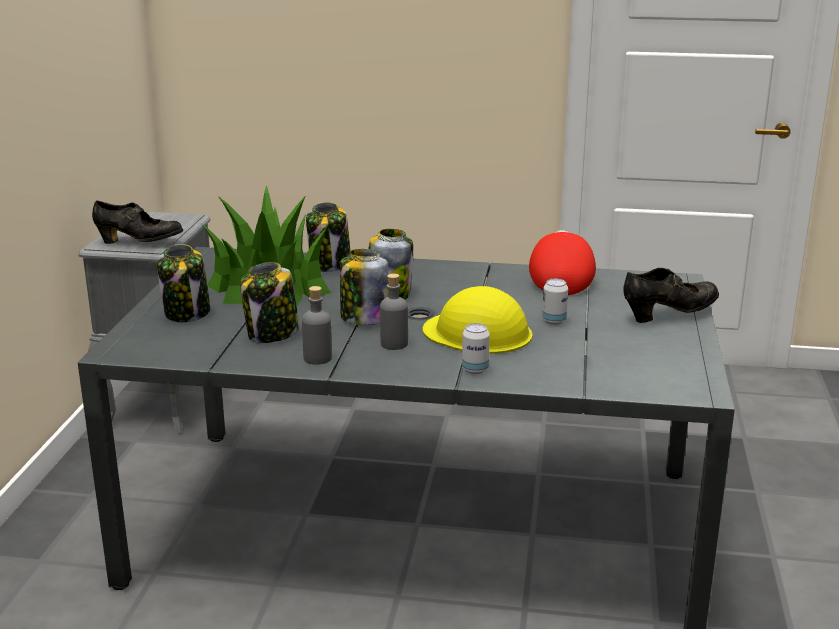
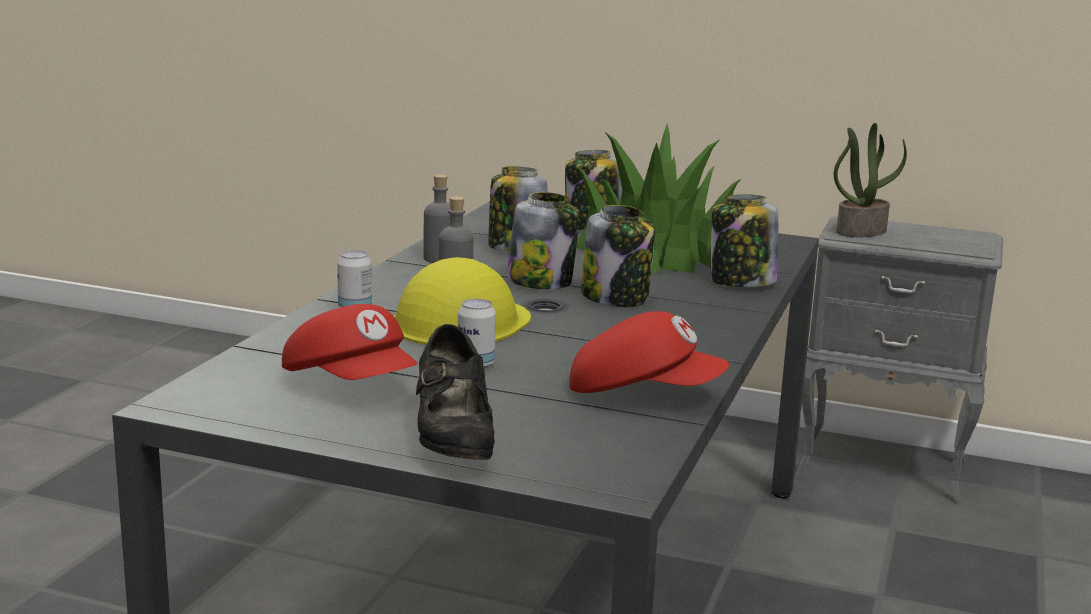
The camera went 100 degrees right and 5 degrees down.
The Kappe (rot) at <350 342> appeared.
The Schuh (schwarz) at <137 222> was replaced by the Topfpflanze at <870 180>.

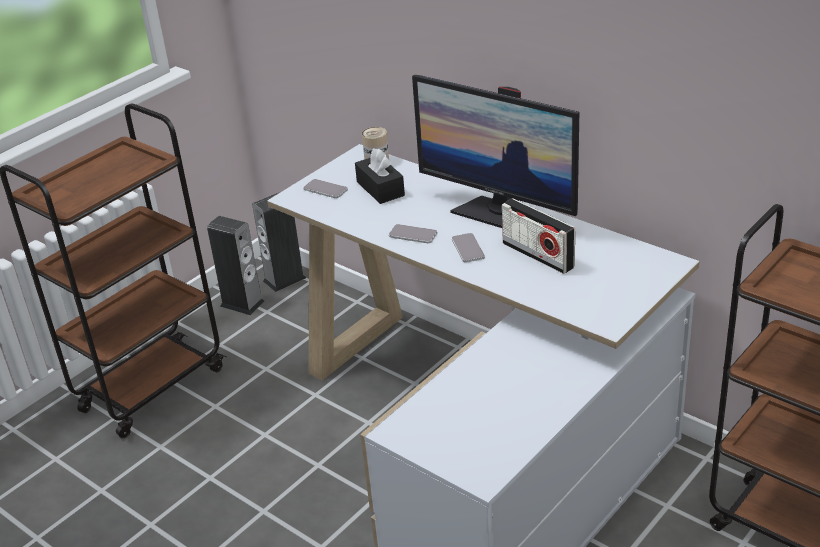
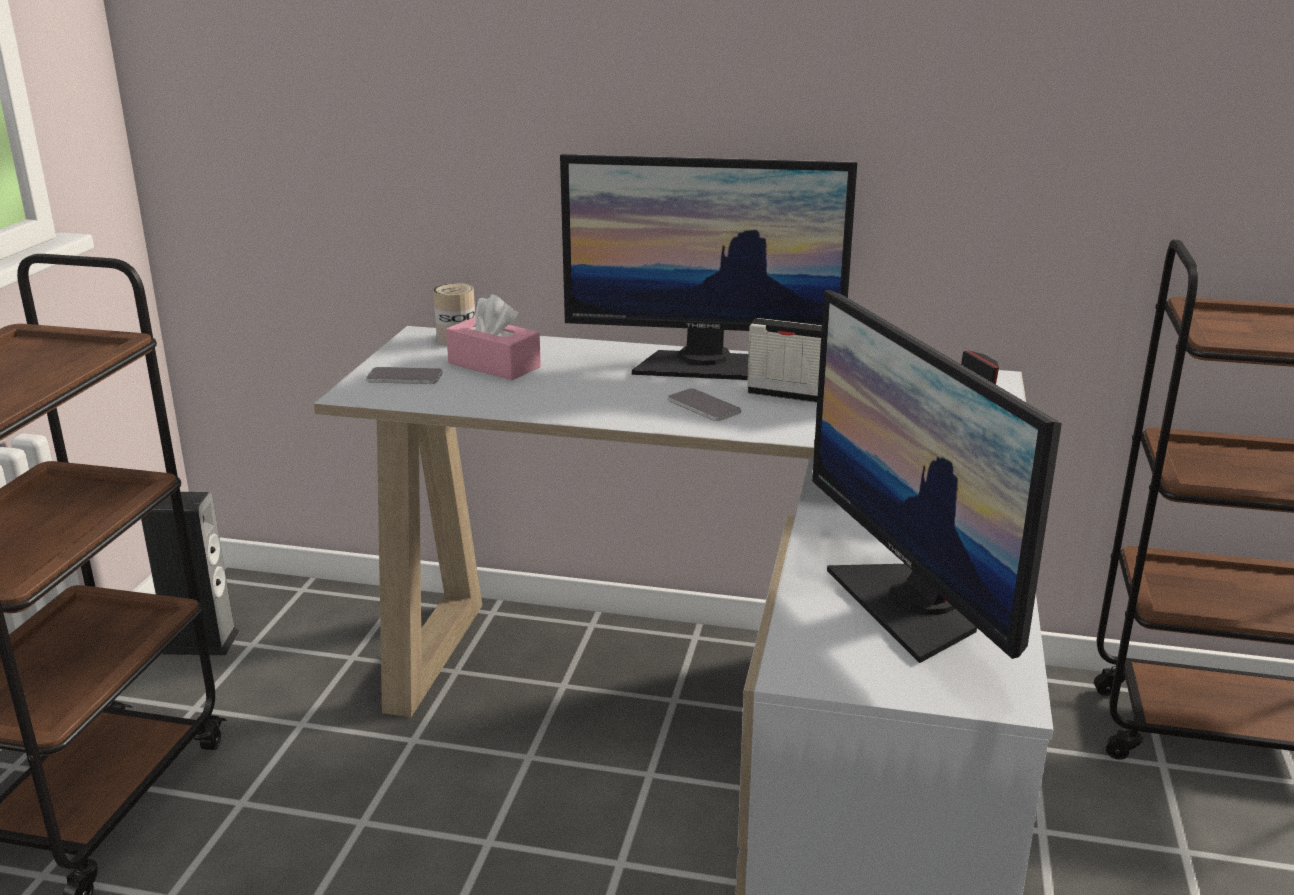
The camera went 30 degrees left and 10 degrees down.
The Taschentuchbox (schwarz) at <380 176> became the Taschentuchbox (rosa) at <493 337>.
The Monitor at <937 476> appeared.
The Lautsprecher at <279 241> disappeared.
The Handy at <413 233> disappeared.

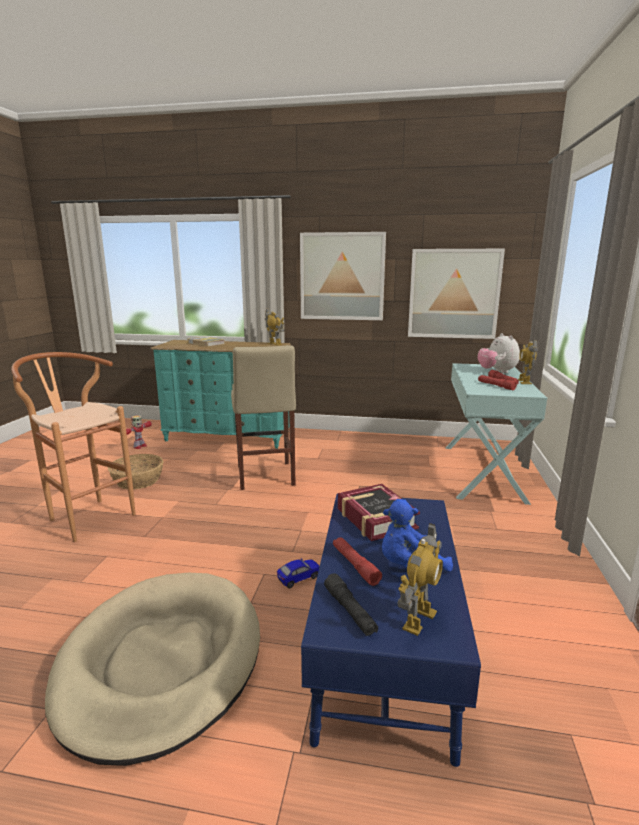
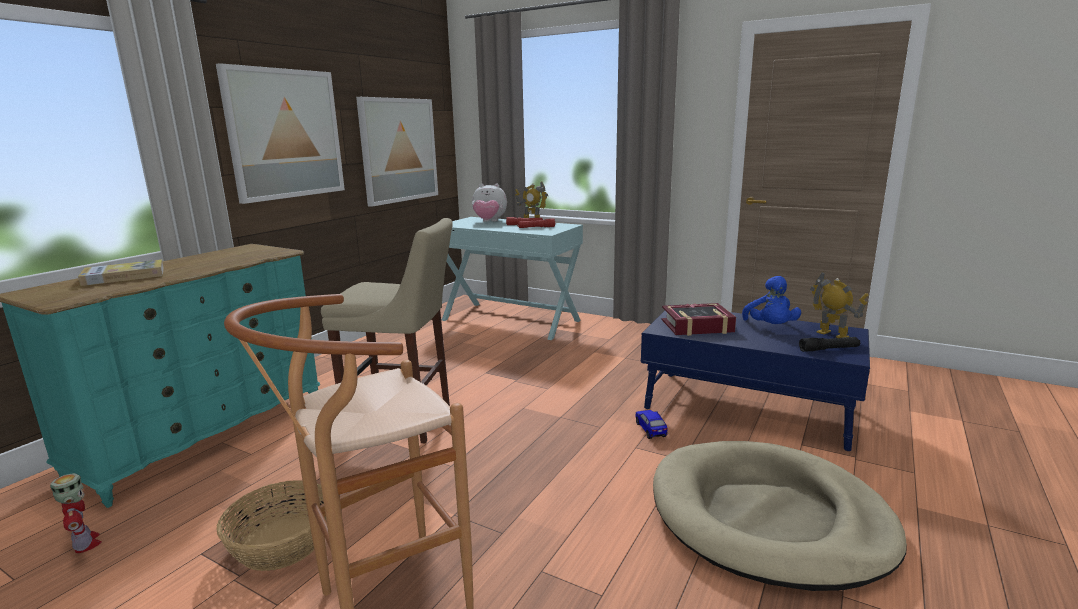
The camera went 70 degrees left and 0 degrees up.
The Spielzeugroboter at <274 326> disappeared.
The Taschenlampe (rot) at <357 561> disappeared.

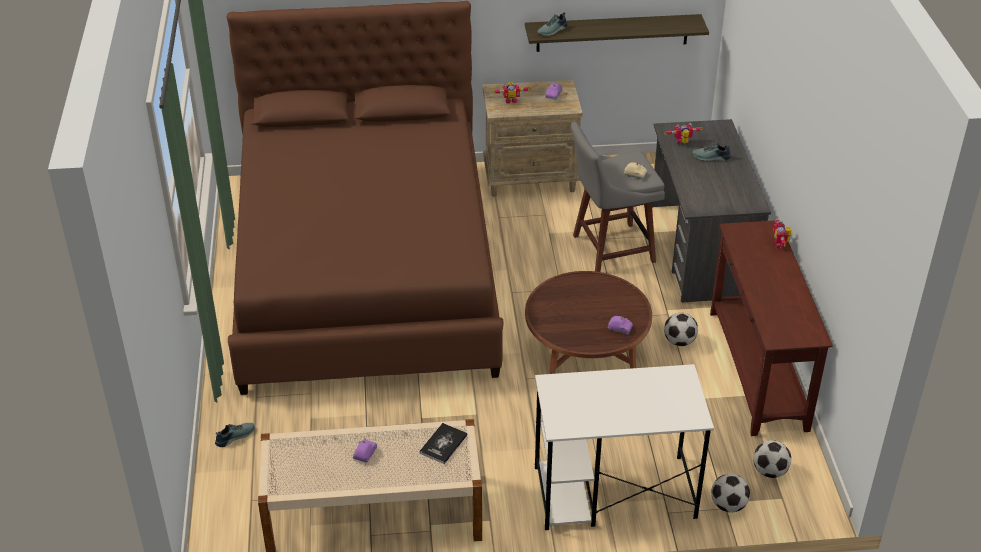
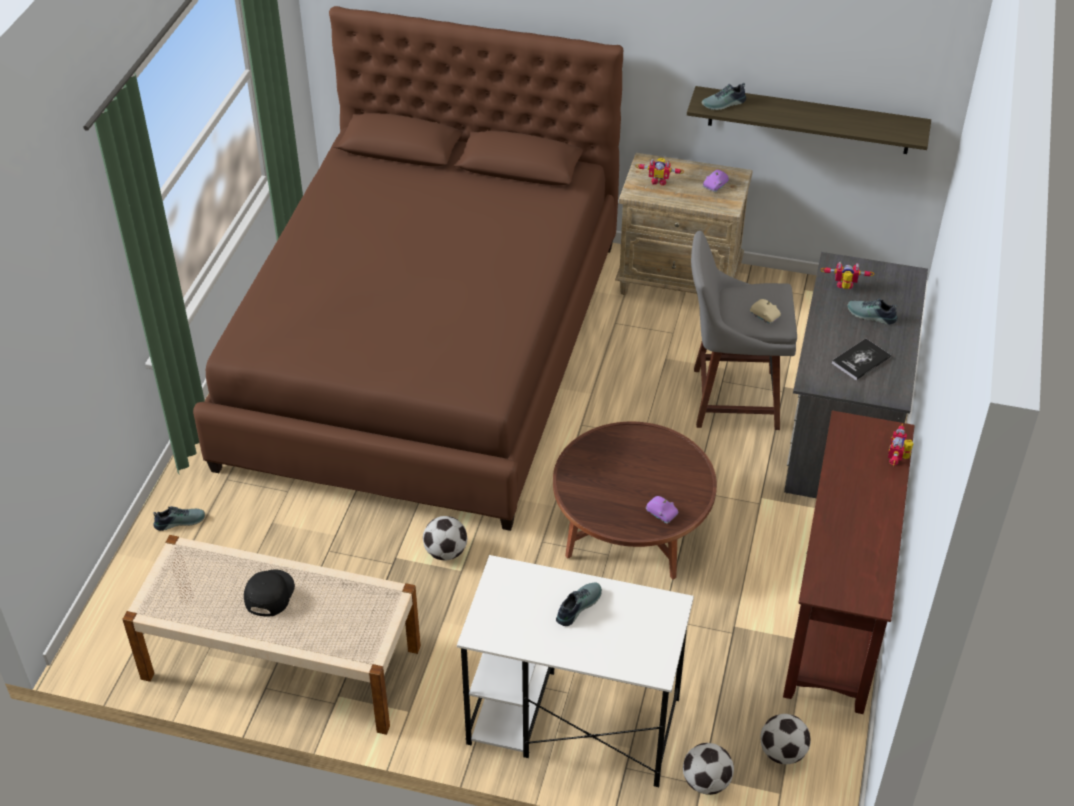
The camera went 20 degrees right and 5 degrees up.
The Spielzeugauto (lila) at <365 451> was replaced by the Kappe (schwarz) at <269 593>.
The Fußball moved from <681 329> to <445 538>.
The Schuh at <579 604> appeared.
The Buch moved from <443 443> to <861 359>.

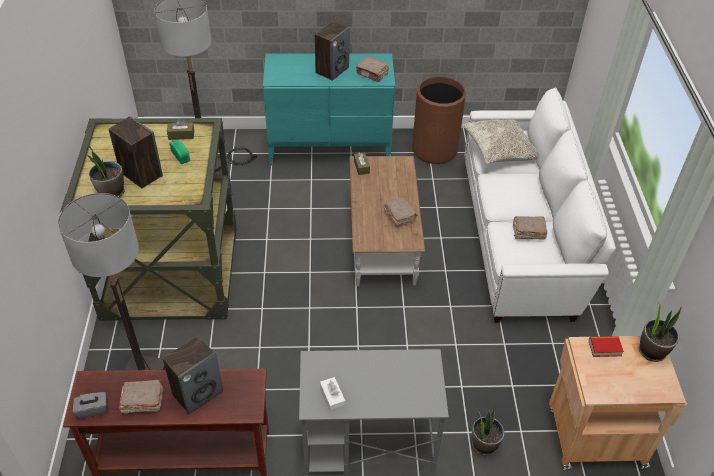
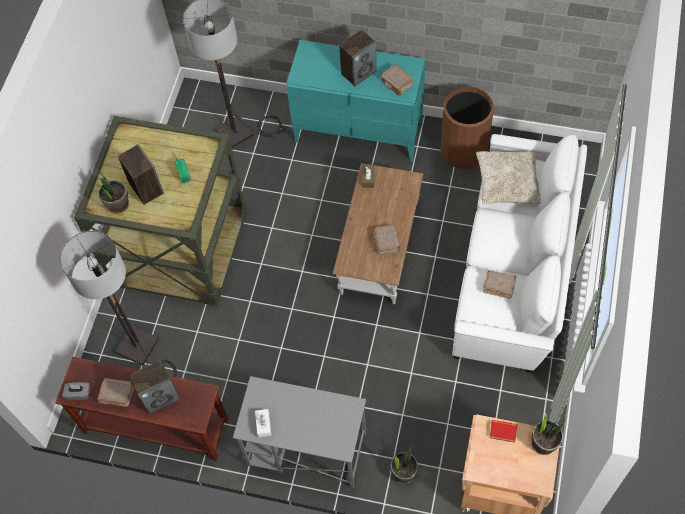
The camera went 20 degrees right and 15 degrees up.
The Taschentuchbox (braun) at <180 129> disappeared.

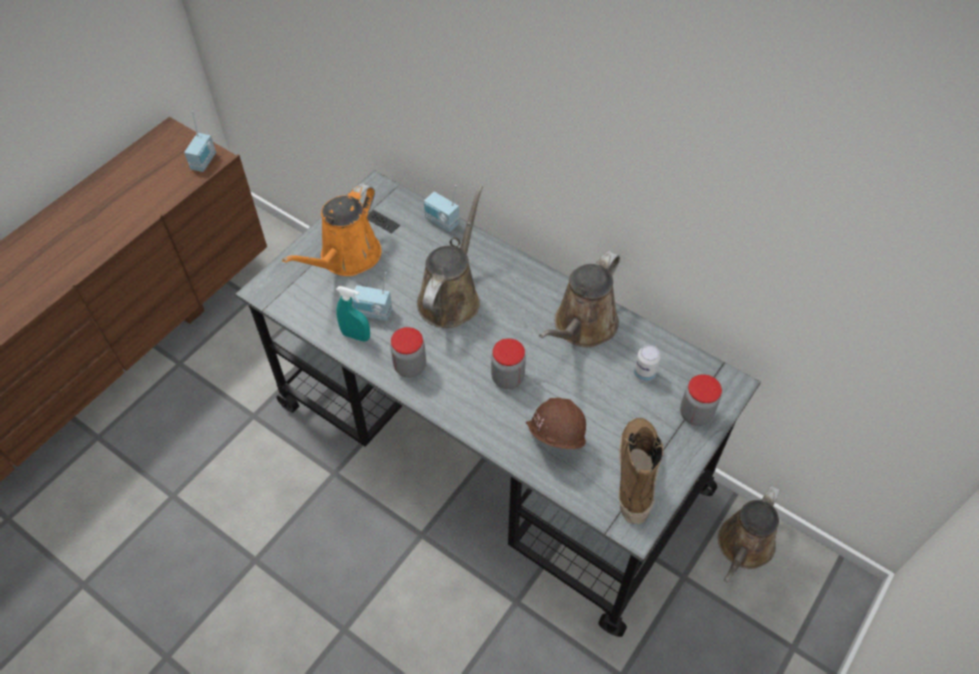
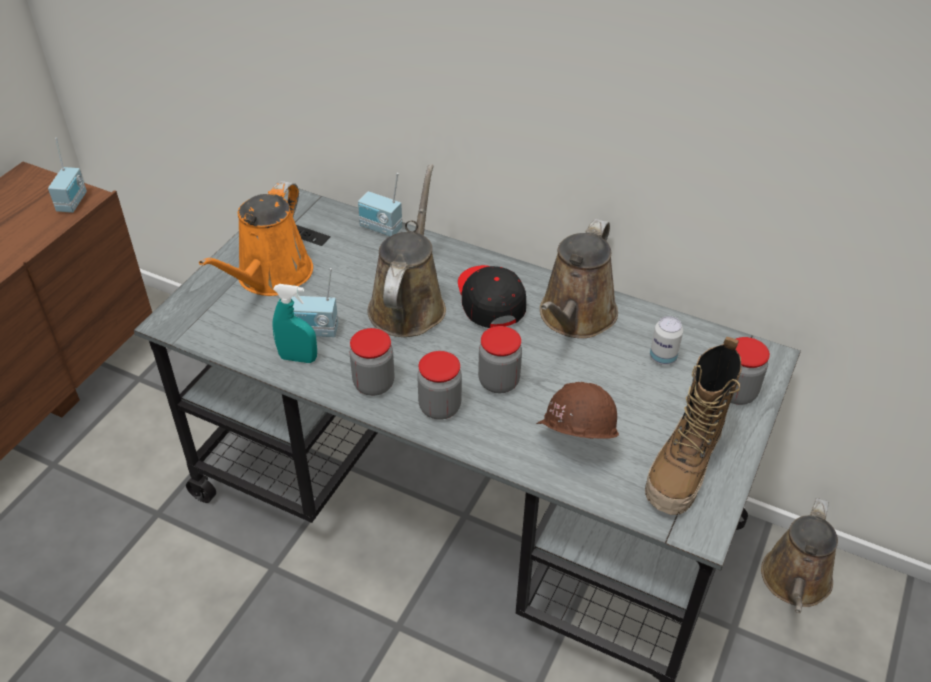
The camera went 10 degrees left and 10 degrees down.
The Vorratsglas at <439 385> appeared.
The Kappe (schwarz) at <492 296> appeared.
The Stiefel at <641 471> turned 150 degrees counterclockwise.

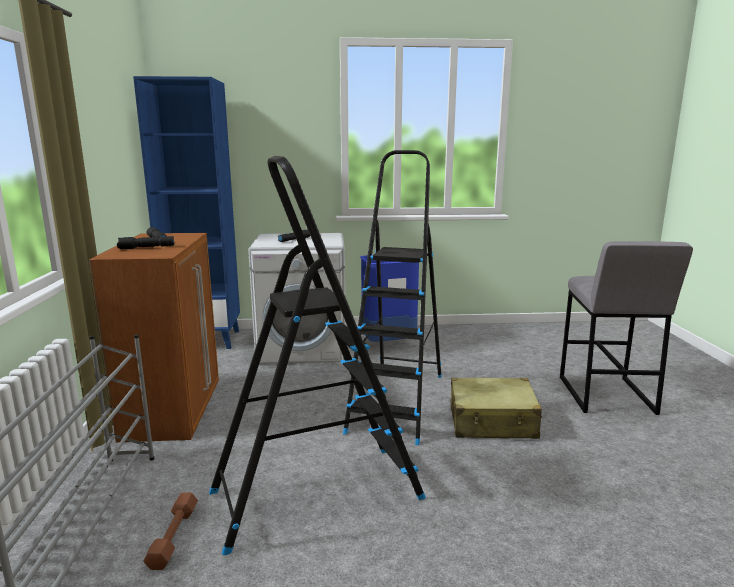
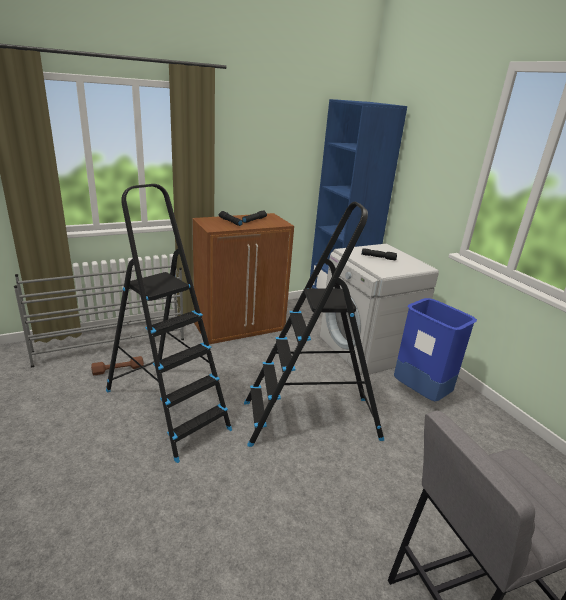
The camera went 65 degrees right and 10 degrees up.
The Koffer (beige) at <496 408> disappeared.

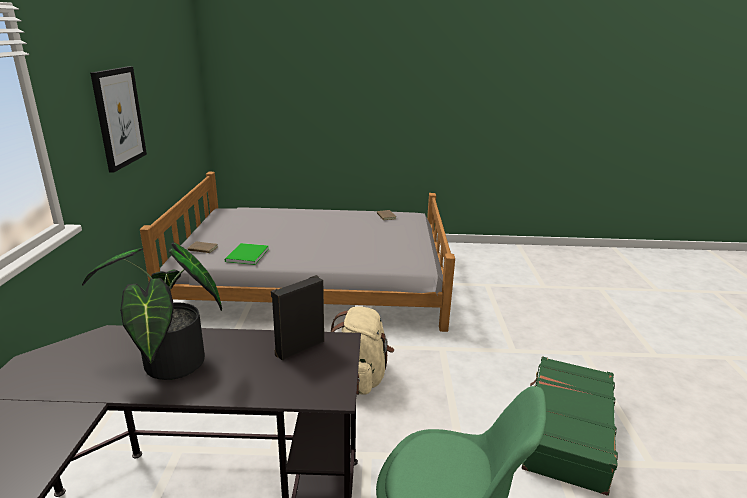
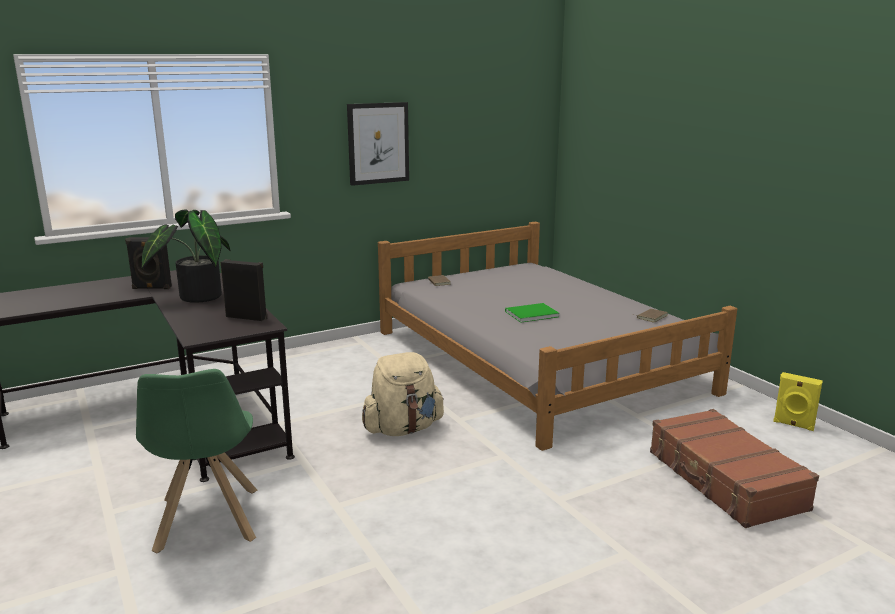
The camera went 60 degrees right and 5 degrees down.
The Lautsprecher (schwarz) at <148 263> appeared.
The Buch (grün) moved from <246 254> to <532 313>.
The Koffer (braun) at <734 468> appeared.
The Lautsprecher (gelb) at <798 401> appeared.
The Koffer (grün) at <570 426> disappeared.

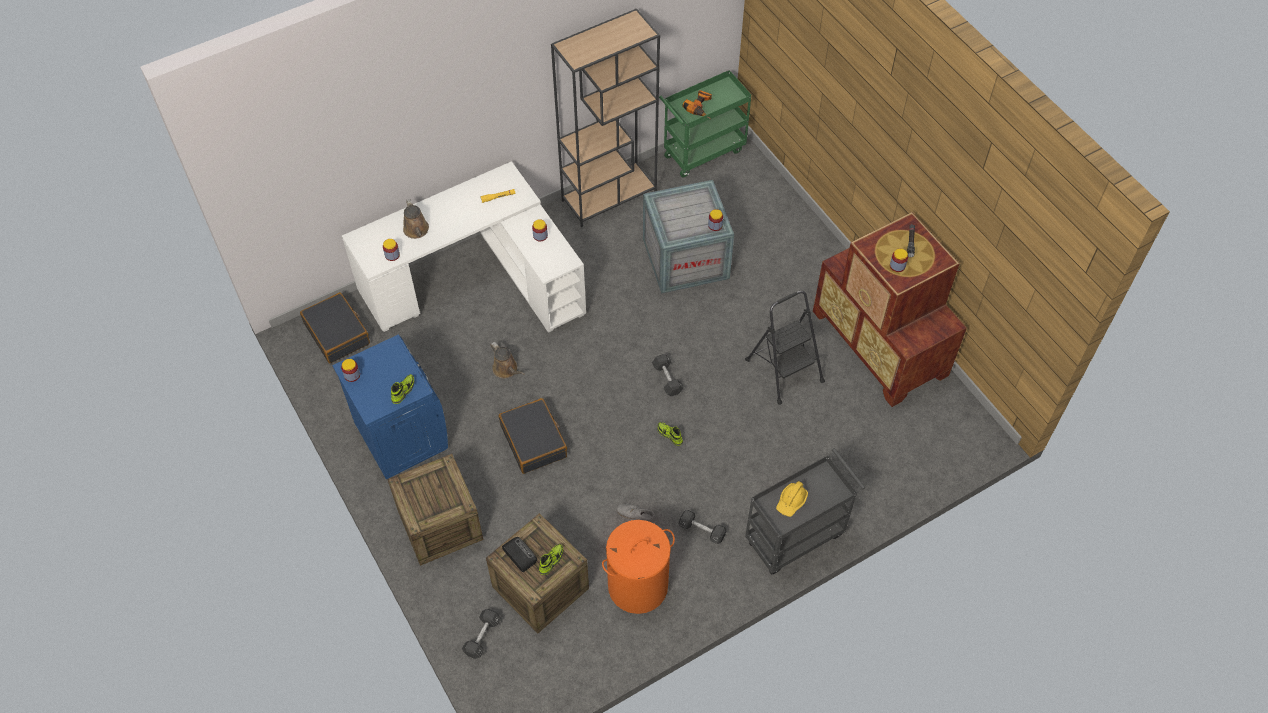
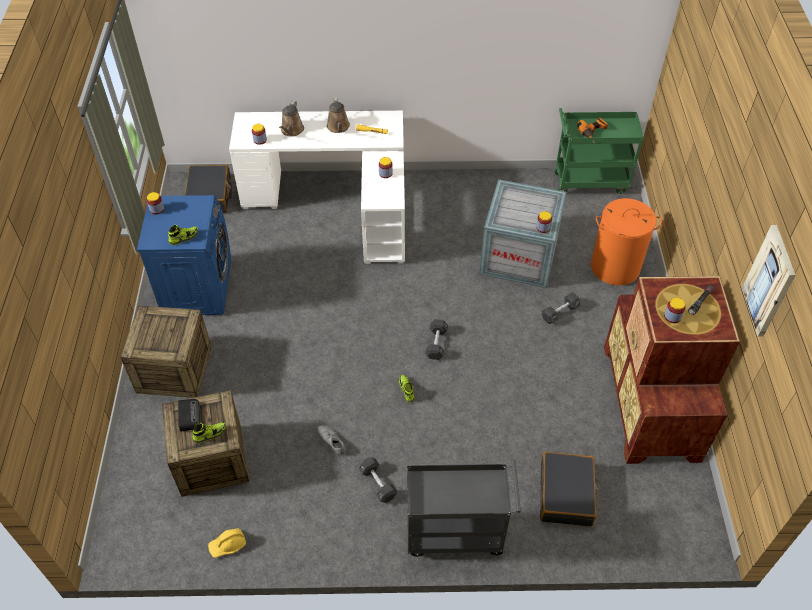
The camera went 30 degrees right and 5 degrees down.
The Schutzhelm (gelb) moved from <792 499> to <227 543>.
The Gießkanne (braun) moved from <507 360> to <338 115>.
The Koffer (schwarz) moved from <533 436> to <569 489>.
The Hantel (schwarz) moved from <481 634> to <561 308>.
The Wäschekorb (orange) moved from <638 567> to <626 242>.
The Bild at <768 281> appeared.
The Bücherregal at <605 118> disappeared.
The Trittleiter (schwarz) at <785 348> disappeared.

